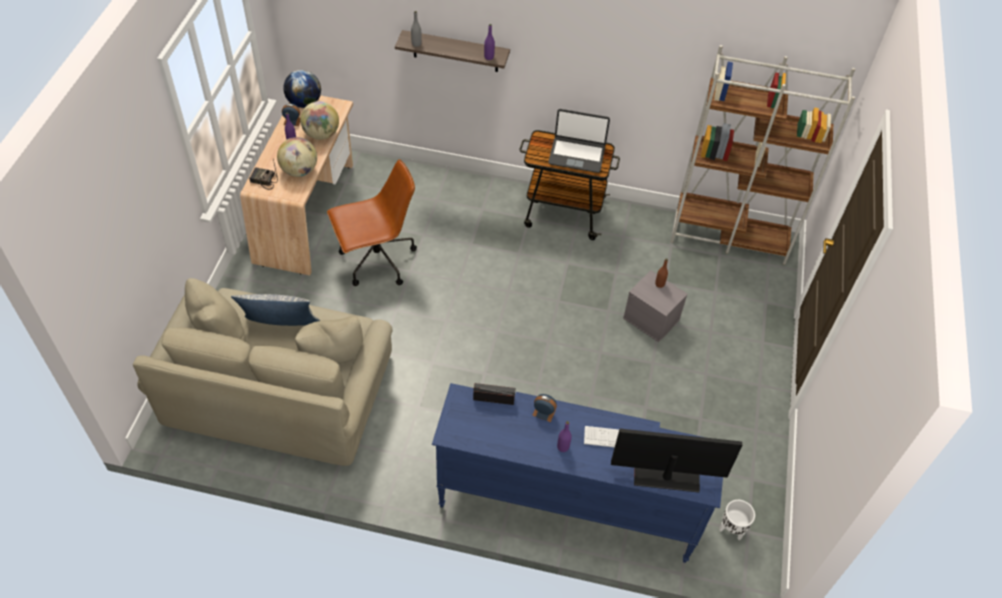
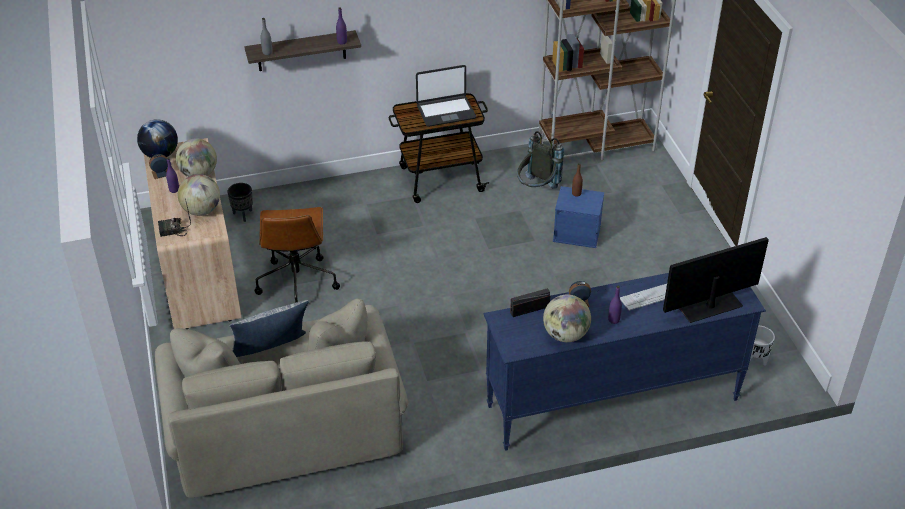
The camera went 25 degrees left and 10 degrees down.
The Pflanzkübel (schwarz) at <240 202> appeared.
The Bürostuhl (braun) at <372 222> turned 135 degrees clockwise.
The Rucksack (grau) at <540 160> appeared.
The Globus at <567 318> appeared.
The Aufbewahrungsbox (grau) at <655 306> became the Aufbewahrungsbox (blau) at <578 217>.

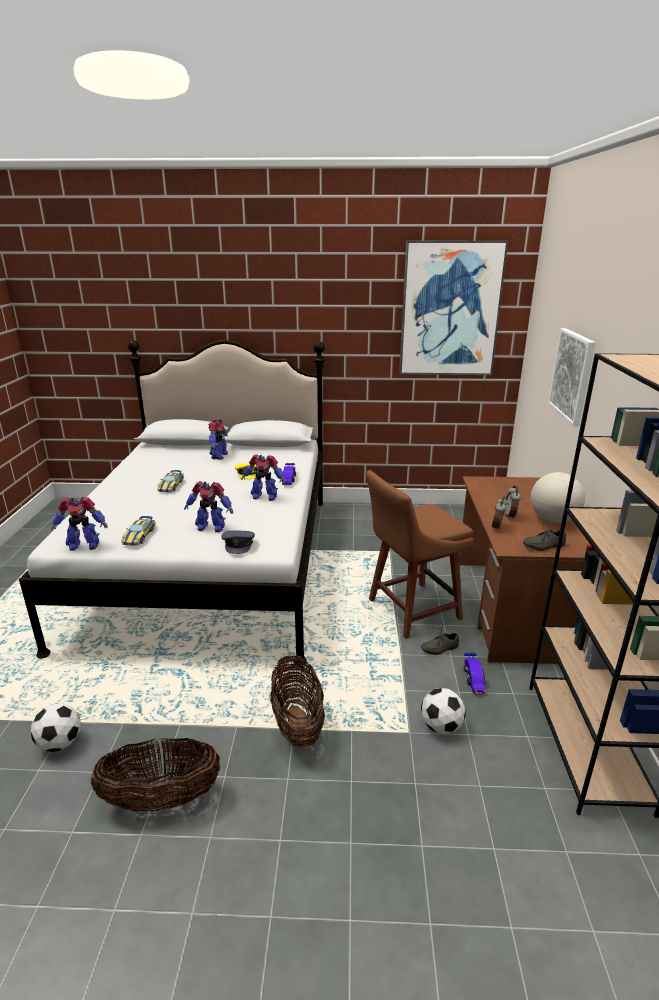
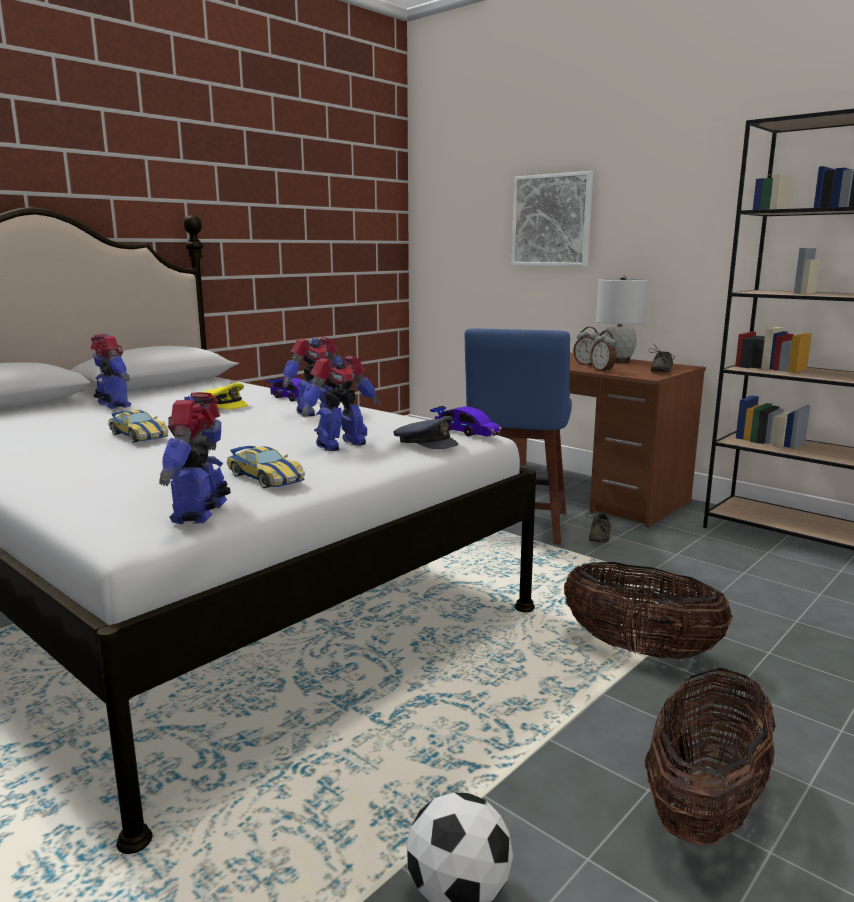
The camera went 50 degrees left and 10 degrees down.
The Spielzeugroboter at <79 524> turned 150 degrees clockwise.
The Spielzeugauto moved from <475 674> to <466 421>.
The Hocker (braun) at <420 554> became the Hocker (blau) at <518 436>.
The Globus at <558 497> was replaced by the Tischlampe (weiß) at <622 319>.
The Bild at <453 308> disappeared.
The Fußball at <443 711> disappeared.

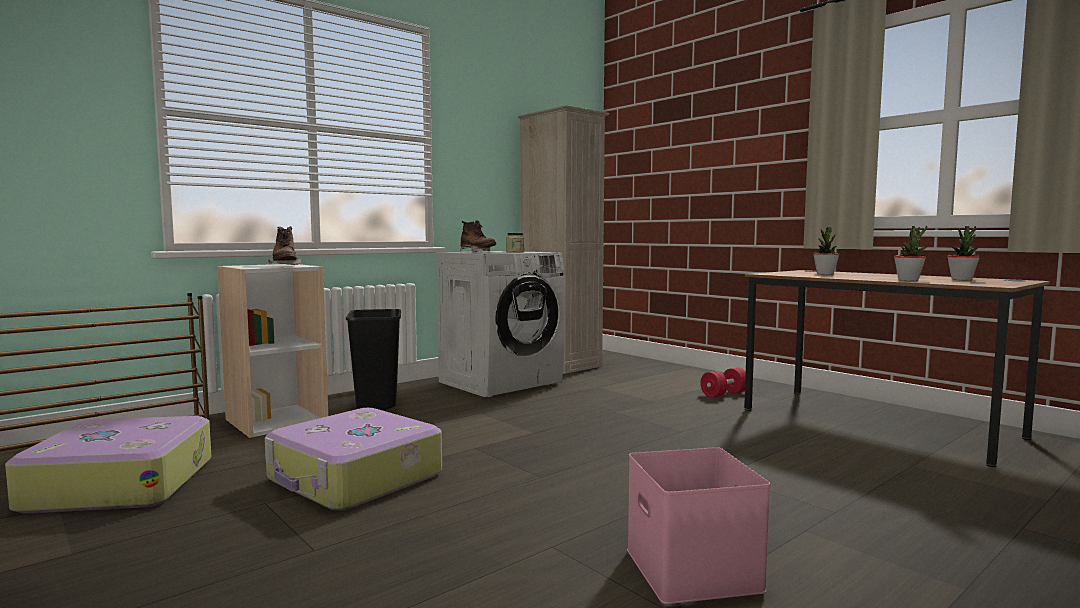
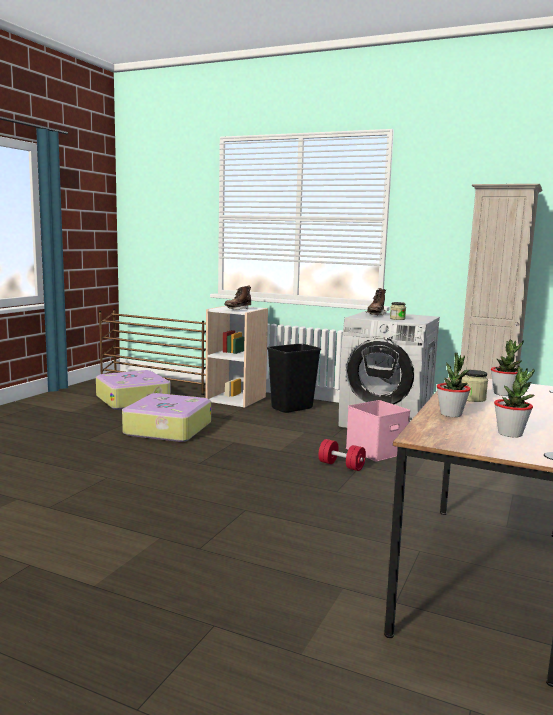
The camera went 65 degrees right and 5 degrees up.
The Hantel (rot) moved from <723 382> to <342 455>.
The Aufbewahrungsbox (rosa) moved from <698 525> to <378 431>.
The Vorratsglas at <474 386> appeared.

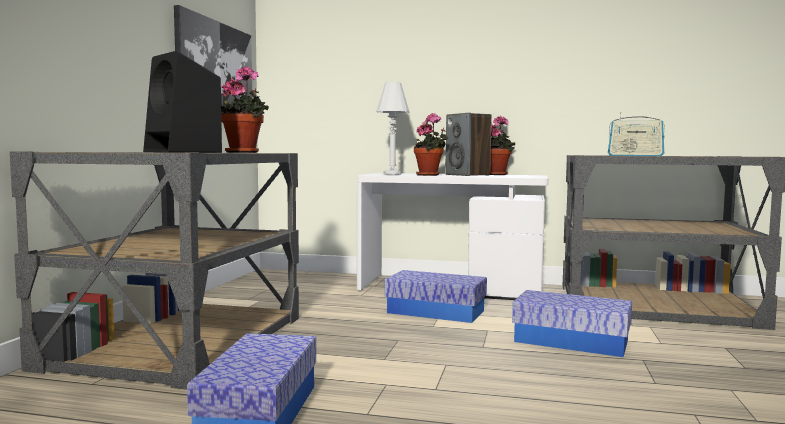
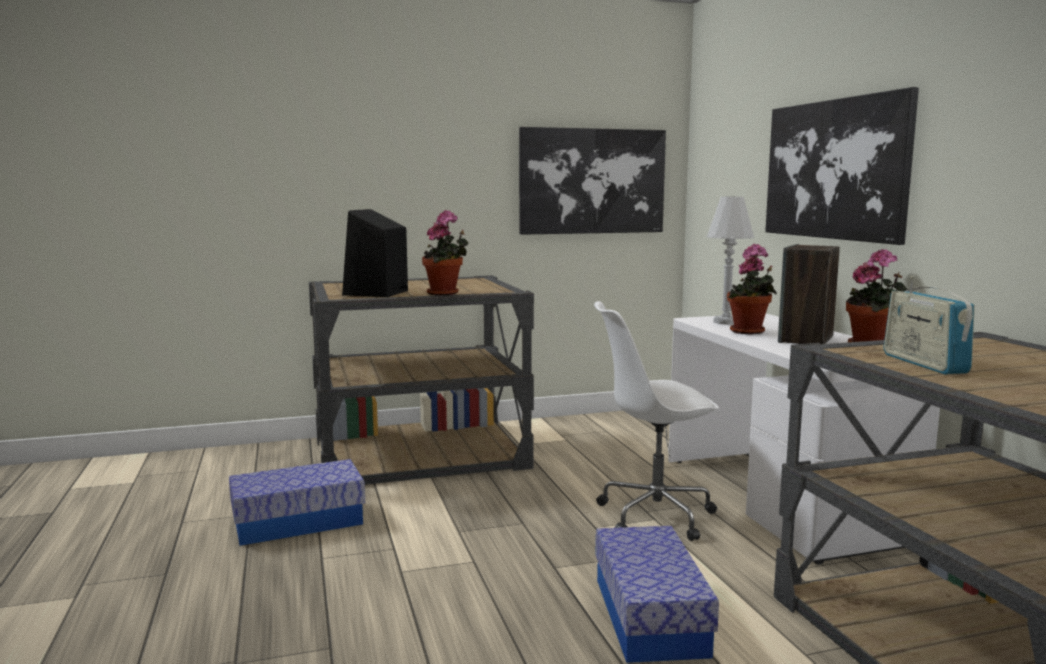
The camera went 60 degrees right and 5 degrees up.
The Aufbewahrungsbox at <436 296> was replaced by the Bürostuhl (weiß) at <656 421>.
The Bild at <842 166> appeared.

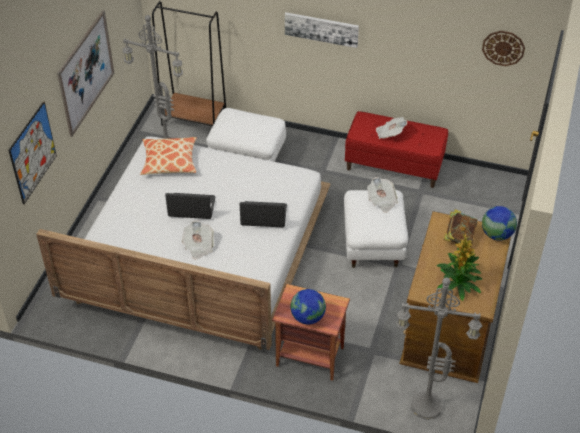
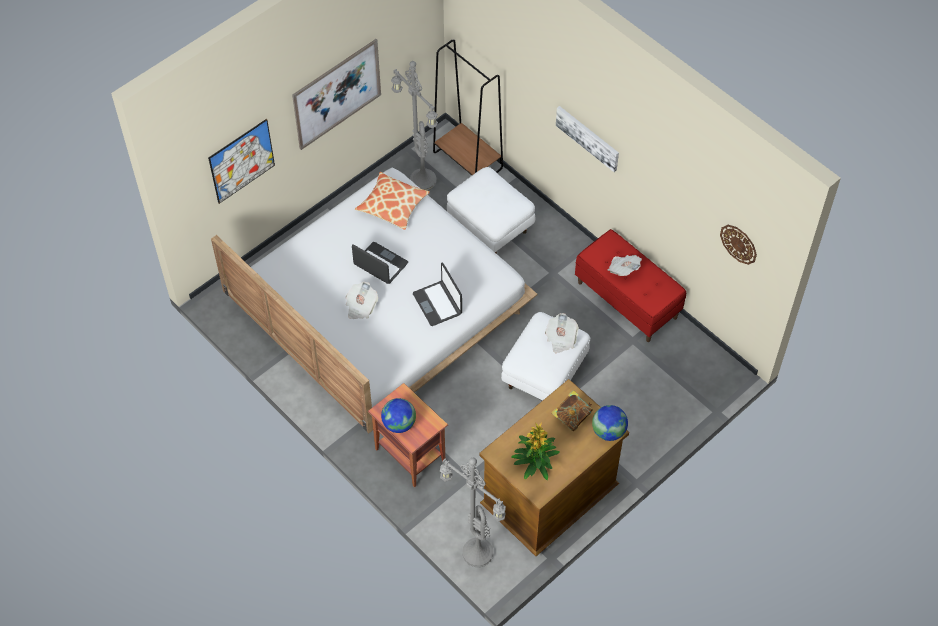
The camera went 30 degrees right and 10 degrees up.
The Laptop at <263 214> turned 150 degrees counterclockwise.

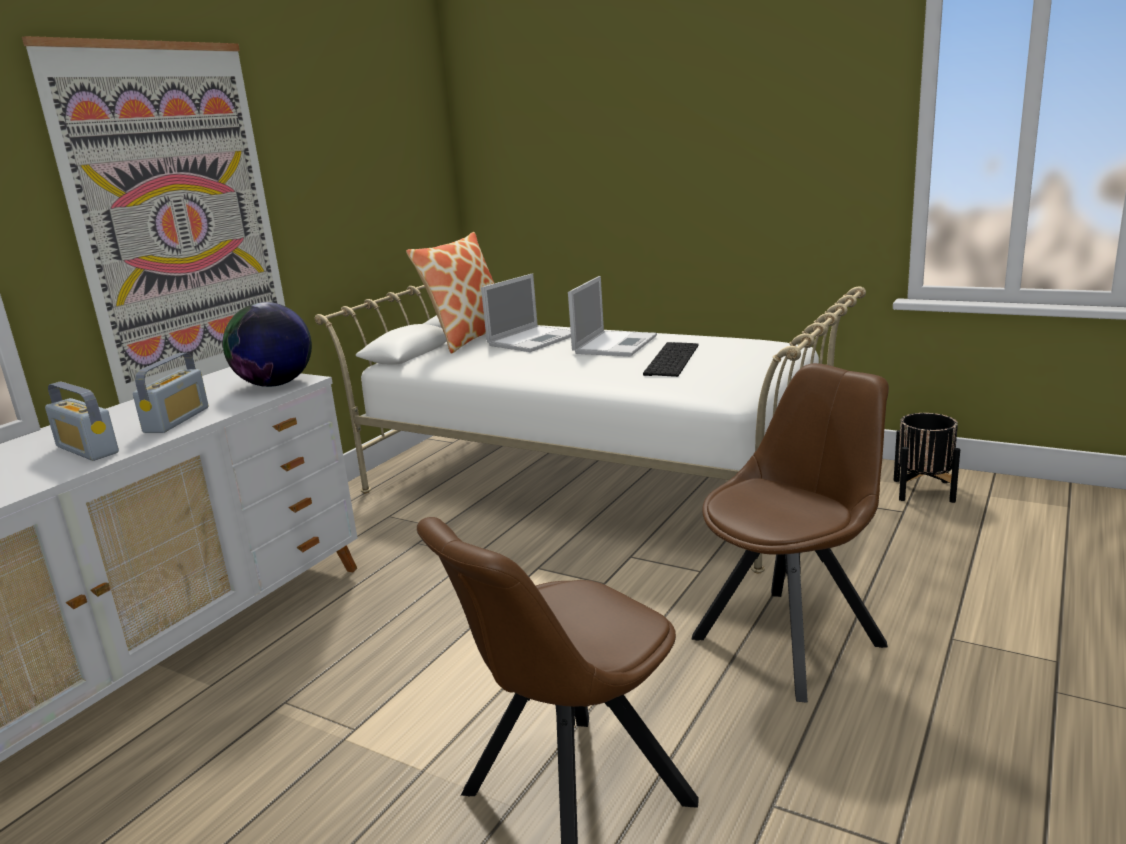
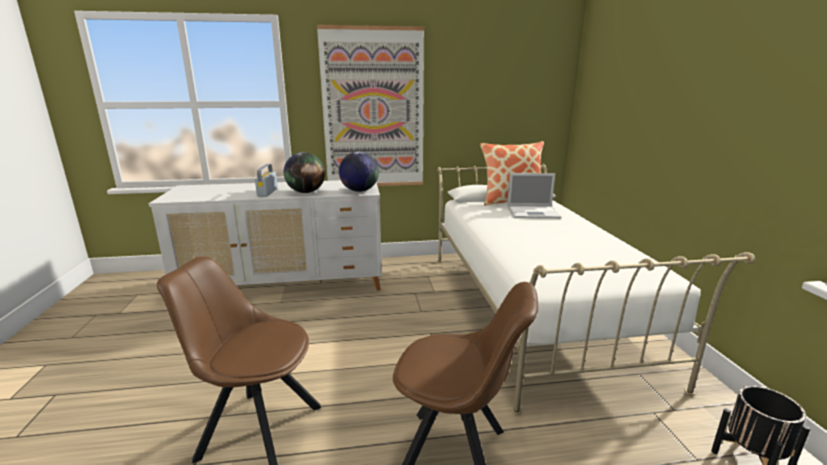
The camera went 50 degrees right and 0 degrees up.
The Radio at <171 393> was replaced by the Globus at <304 172>.
The Laptop at <612 316> disappeared.
The Tastatur at <671 359> disappeared.

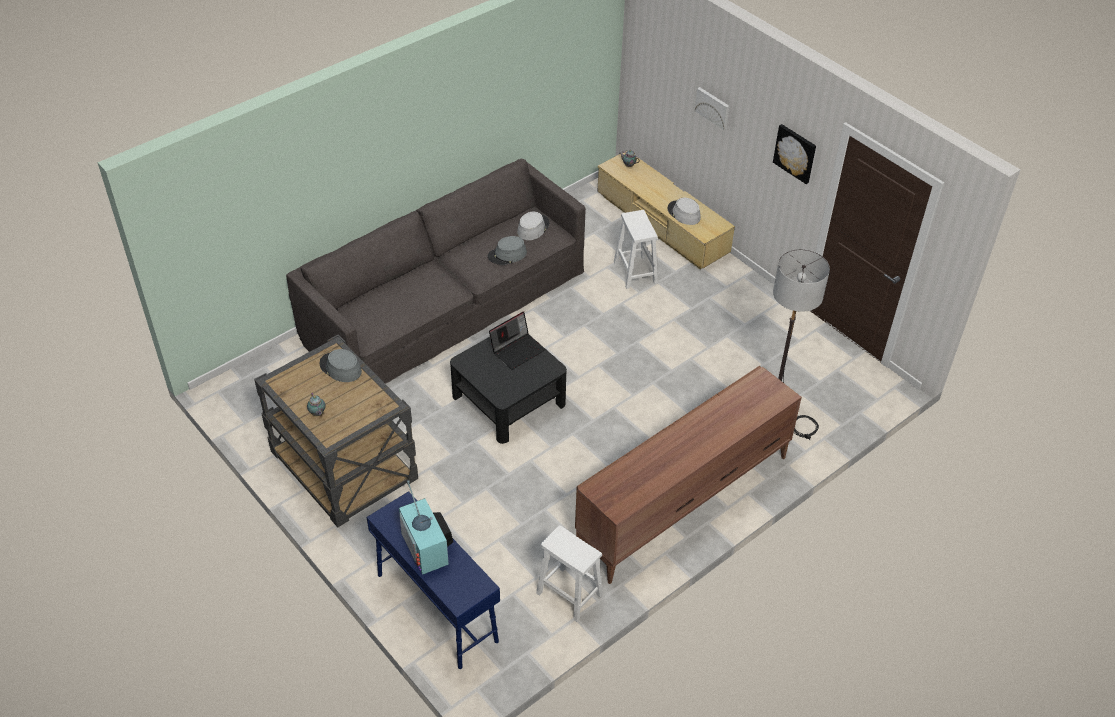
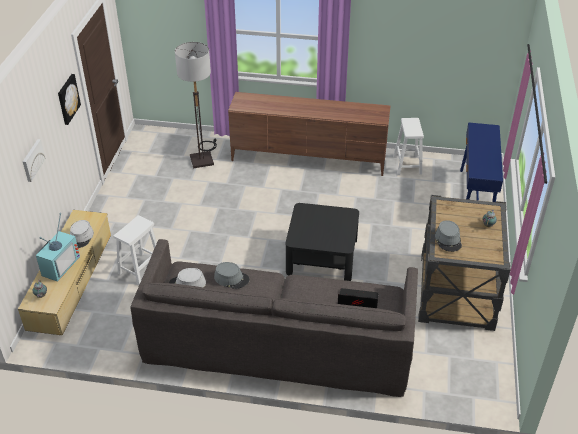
The camera went 130 degrees left and 5 degrees down.
The Fernseher moved from <426 527> to <58 247>.
The Laptop moved from <517 340> to <358 298>.

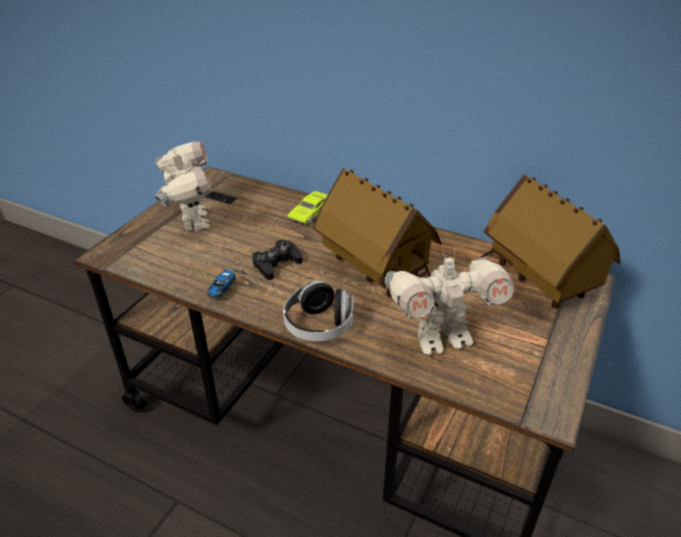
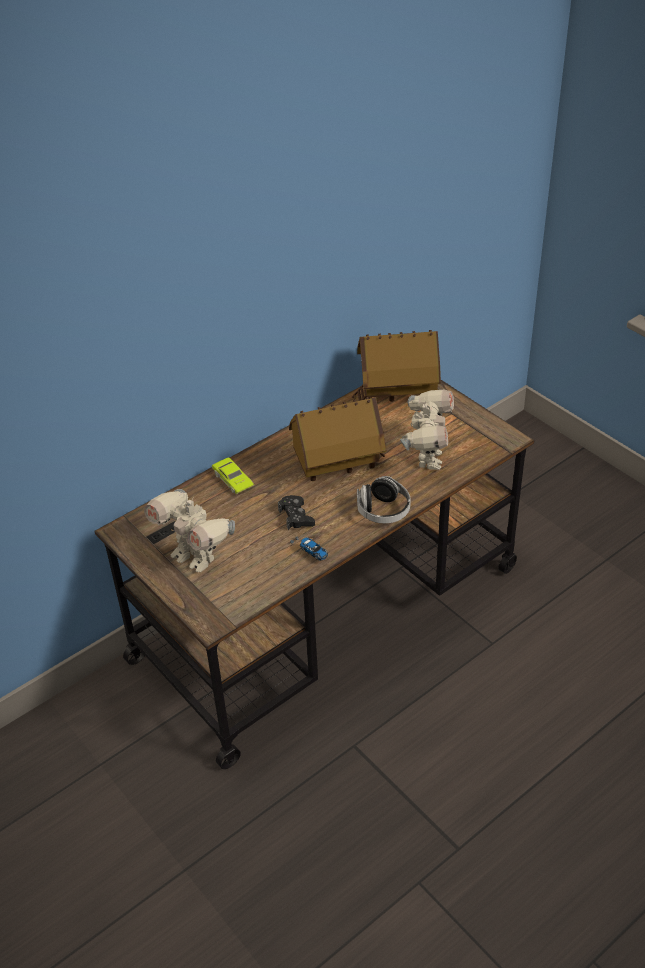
The camera went 65 degrees left and 5 degrees up.
The Spielzeugroboter at <183 186> turned 150 degrees counterclockwise.

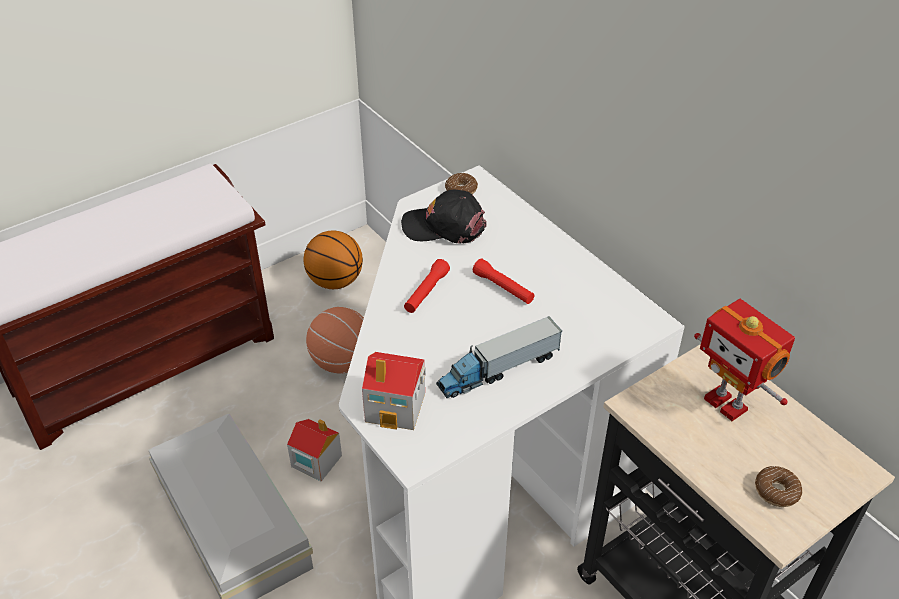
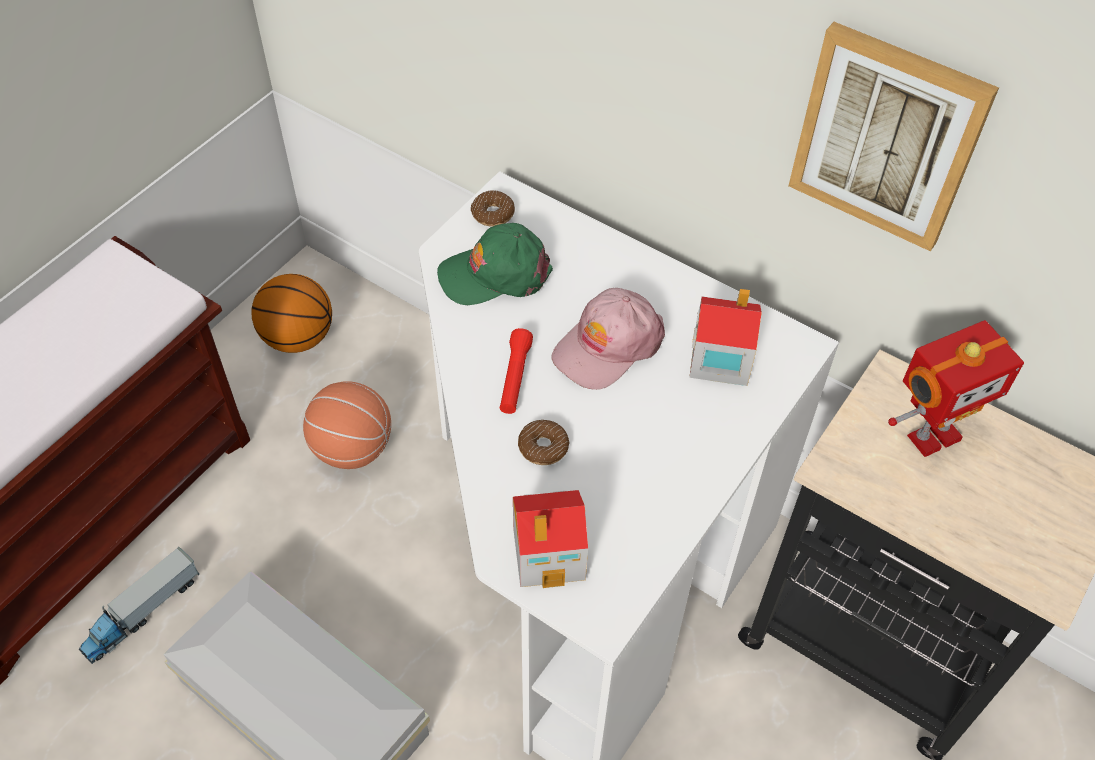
The camera went 20 degrees left and 10 degrees up.
The Spielzeuglaster moved from <499 357> to <139 605>.
The Kappe (schwarz) at <444 216> became the Kappe (grün) at <495 264>.
The Donut moved from <778 486> to <543 442>.
The Taschenlampe (rot) at <504 281> was replaced by the Kappe (rosa) at <608 339>.
The Spielzeughaus moved from <314 450> to <725 337>.
The Bild at <894 136> appeared.
The Spielzeugroboter at <744 360> turned 60 degrees counterclockwise.

